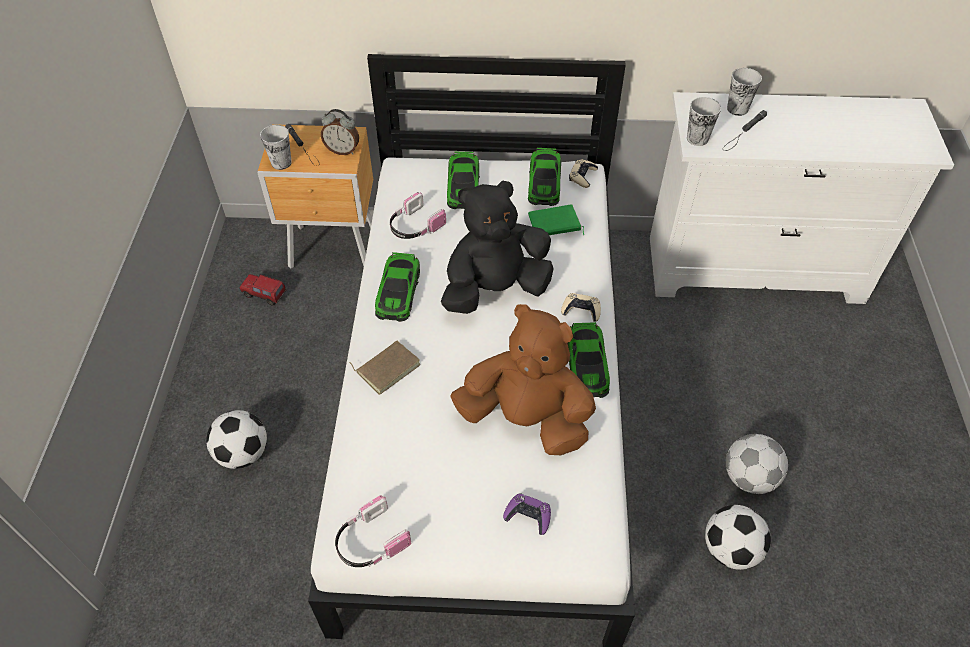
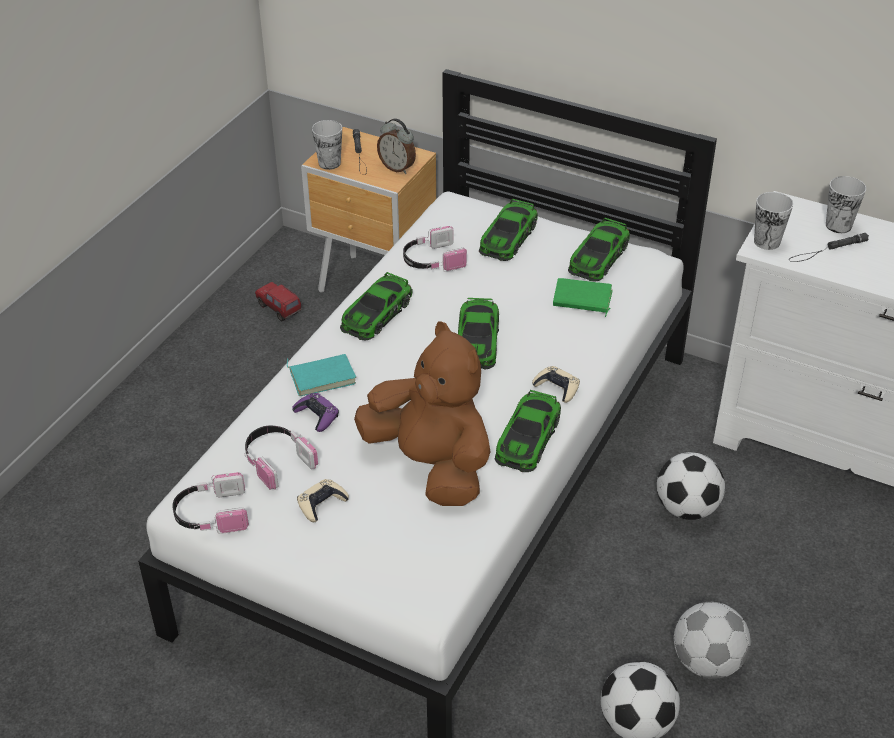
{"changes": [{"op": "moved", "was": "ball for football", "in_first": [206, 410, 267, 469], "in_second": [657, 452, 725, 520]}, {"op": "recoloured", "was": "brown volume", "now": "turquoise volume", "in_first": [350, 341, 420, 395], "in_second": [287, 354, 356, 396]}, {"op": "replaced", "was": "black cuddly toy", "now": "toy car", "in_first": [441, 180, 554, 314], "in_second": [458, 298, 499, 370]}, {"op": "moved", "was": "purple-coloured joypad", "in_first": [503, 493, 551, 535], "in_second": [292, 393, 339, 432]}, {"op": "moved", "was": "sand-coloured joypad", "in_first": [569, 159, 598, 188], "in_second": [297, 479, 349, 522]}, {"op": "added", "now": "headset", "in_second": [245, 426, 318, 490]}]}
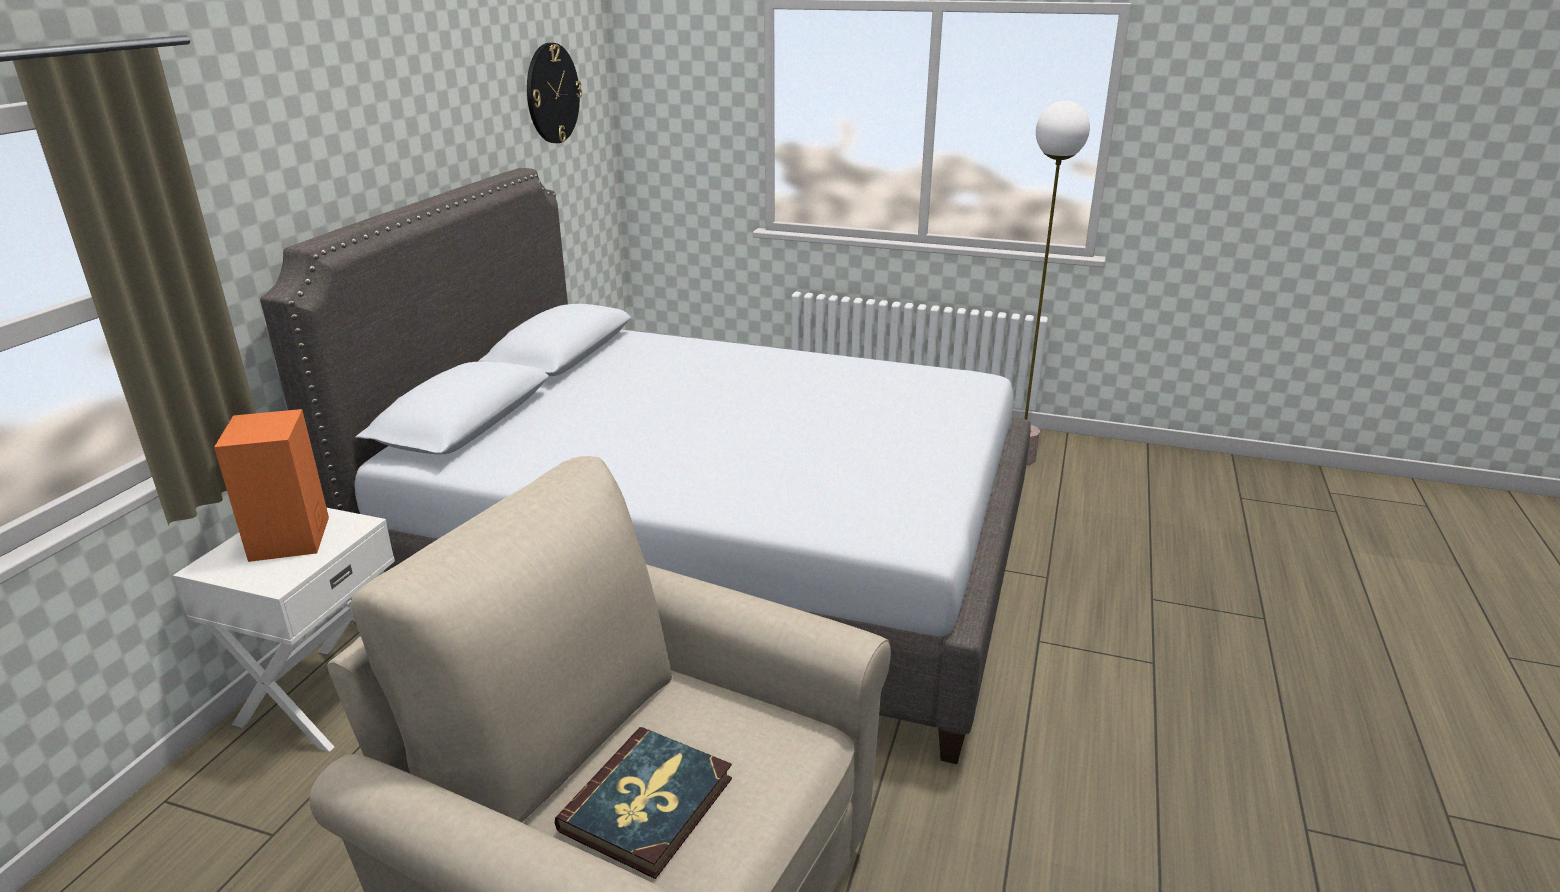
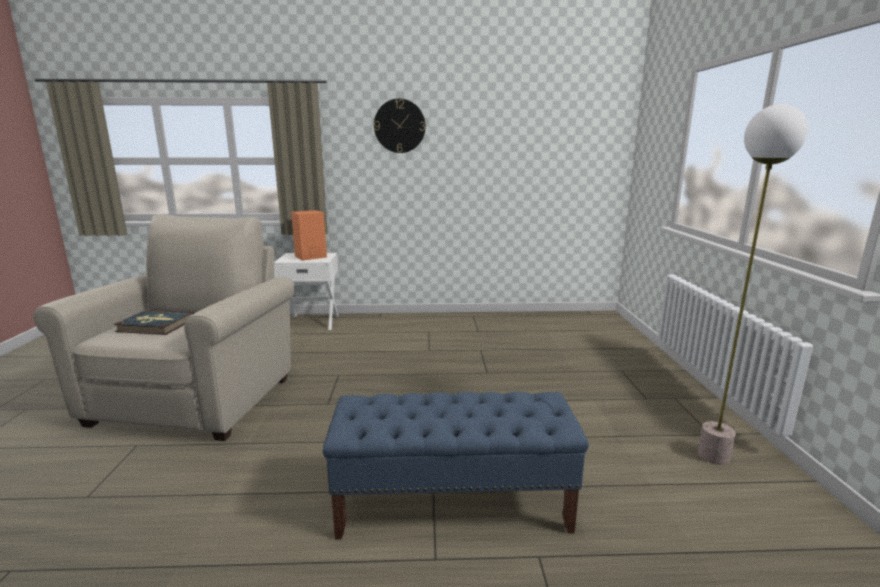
{"changes": [{"op": "removed", "was": "greyish bed", "in_first": [260, 168, 1031, 764]}, {"op": "moved", "was": "clock on the wall", "in_first": [527, 43, 582, 143], "in_second": [374, 99, 425, 153]}, {"op": "added", "now": "bluish long seat", "in_second": [323, 392, 589, 540]}]}
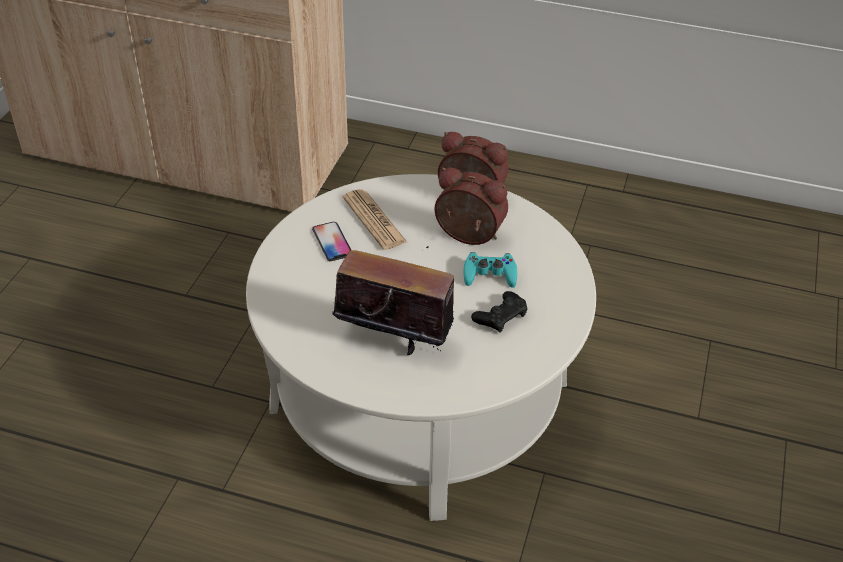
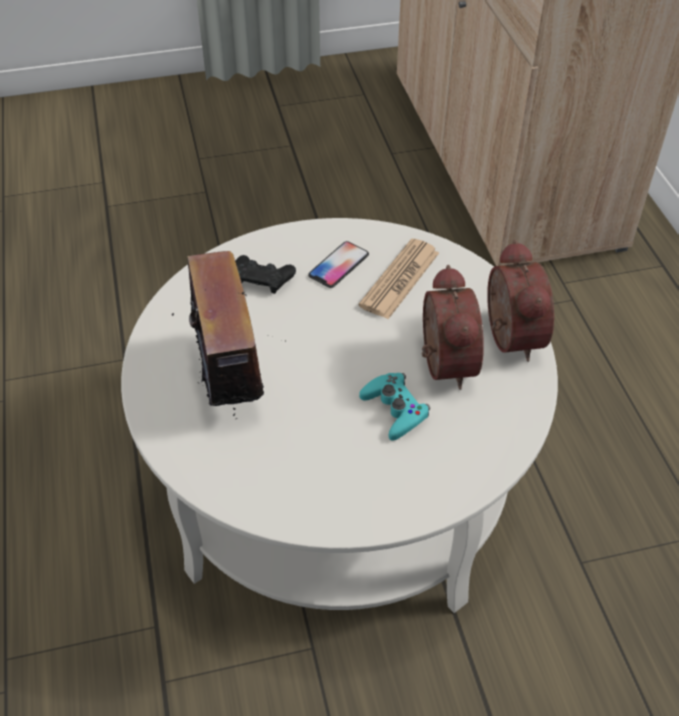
{"changes": [{"op": "moved", "was": "black joypad", "in_first": [471, 291, 528, 333], "in_second": [236, 255, 296, 294]}]}
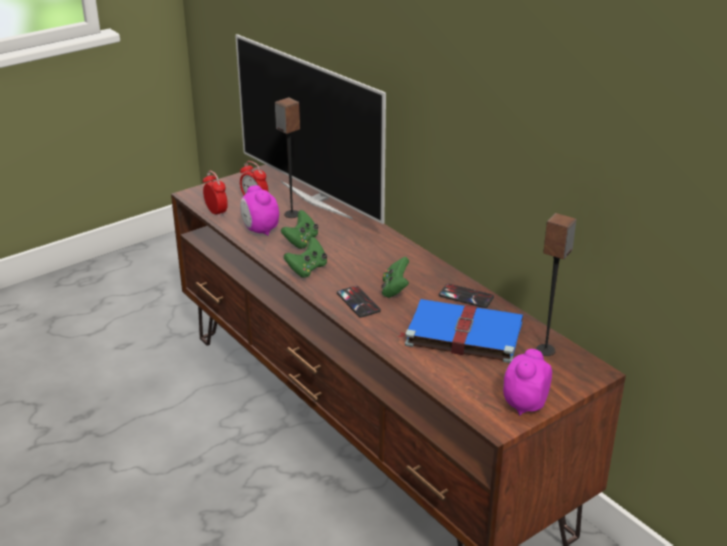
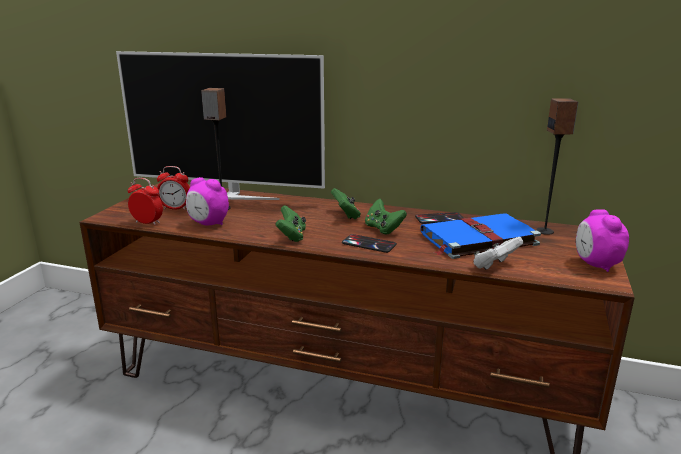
{"changes": [{"op": "moved", "was": "green-coloured joypad", "in_first": [281, 210, 319, 249], "in_second": [331, 188, 361, 219]}, {"op": "added", "now": "white joypad", "in_second": [473, 237, 523, 270]}]}
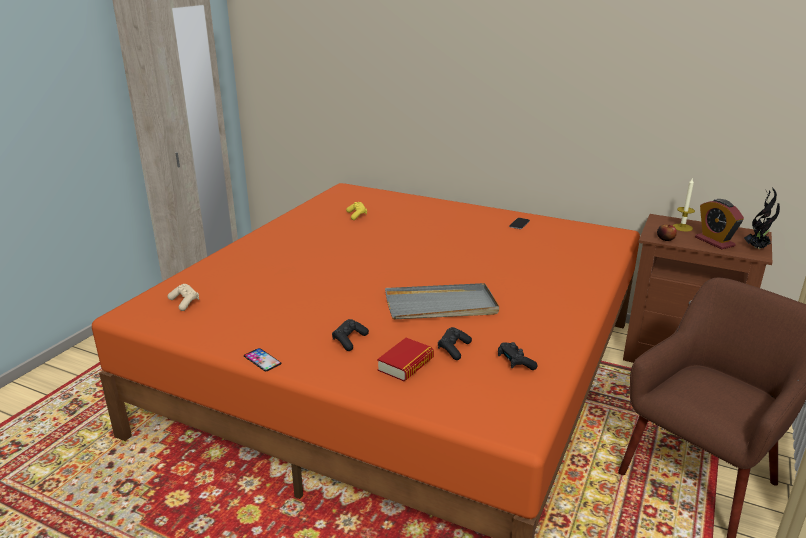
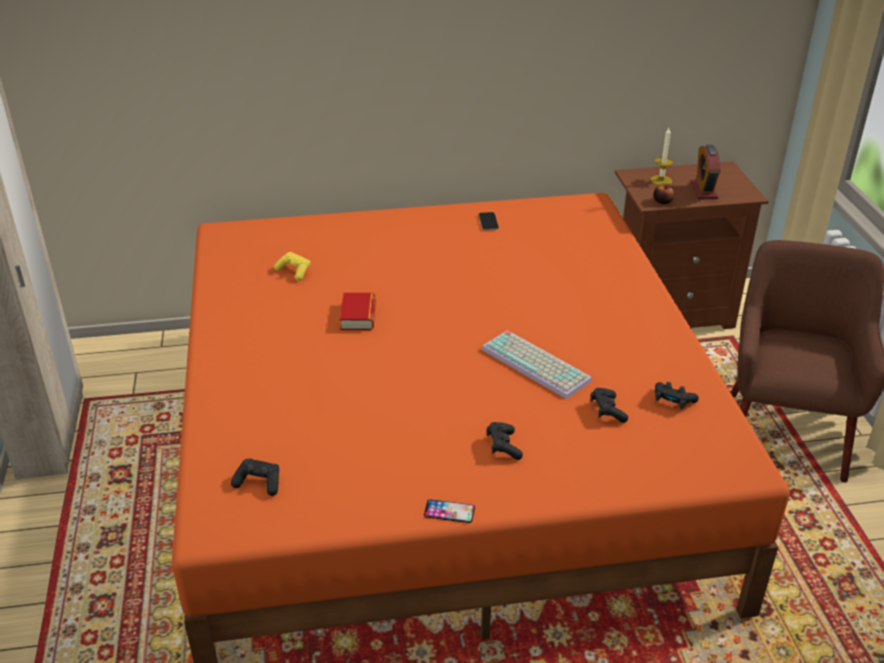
{"changes": [{"op": "recoloured", "was": "sand-coloured joypad", "now": "black joypad", "in_first": [168, 284, 199, 311], "in_second": [231, 459, 279, 496]}, {"op": "moved", "was": "volume", "in_first": [377, 338, 434, 381], "in_second": [340, 293, 376, 330]}, {"op": "replaced", "was": "greyish carrying tray", "now": "computer keyboard", "in_first": [385, 283, 499, 319], "in_second": [482, 330, 592, 399]}, {"op": "turned", "was": "table clock", "in_first": [695, 199, 744, 249], "in_second": [691, 145, 721, 199], "clockwise": 60}, {"op": "removed", "was": "houseplant", "in_first": [744, 187, 780, 249]}]}
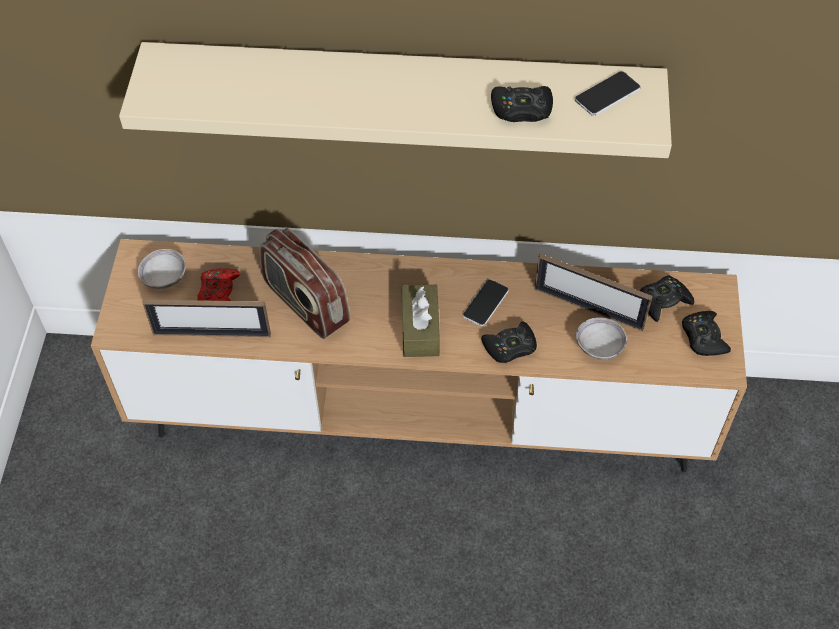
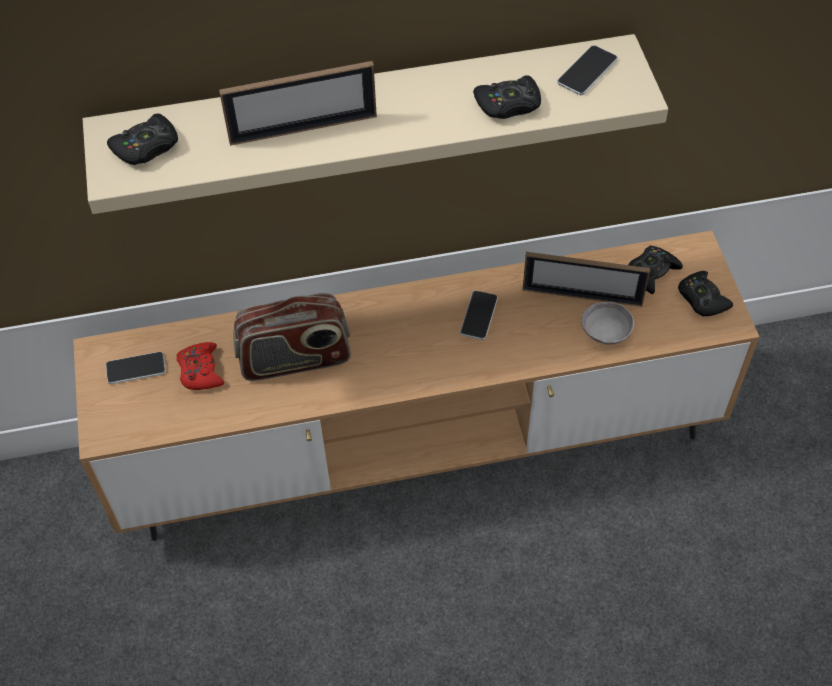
{"changes": [{"op": "replaced", "was": "greyish serving bowl", "now": "handset", "in_first": [138, 249, 186, 289], "in_second": [106, 352, 166, 384]}, {"op": "moved", "was": "photo frame", "in_first": [143, 299, 271, 337], "in_second": [219, 61, 377, 146]}, {"op": "turned", "was": "radio set", "in_first": [259, 228, 350, 339], "in_second": [233, 293, 351, 381], "clockwise": -45}, {"op": "removed", "was": "brown tissue box", "in_first": [401, 285, 440, 357]}, {"op": "moved", "was": "black joypad", "in_first": [481, 321, 537, 363], "in_second": [107, 113, 178, 165]}]}
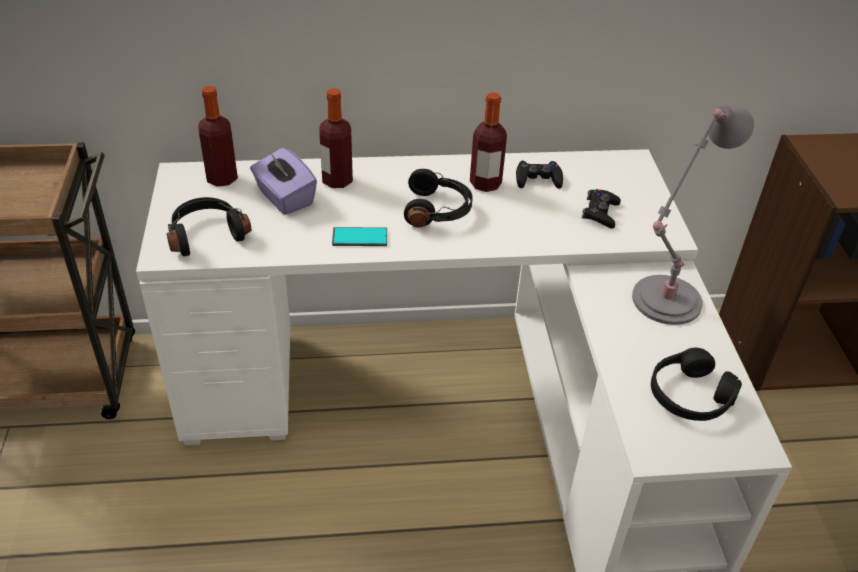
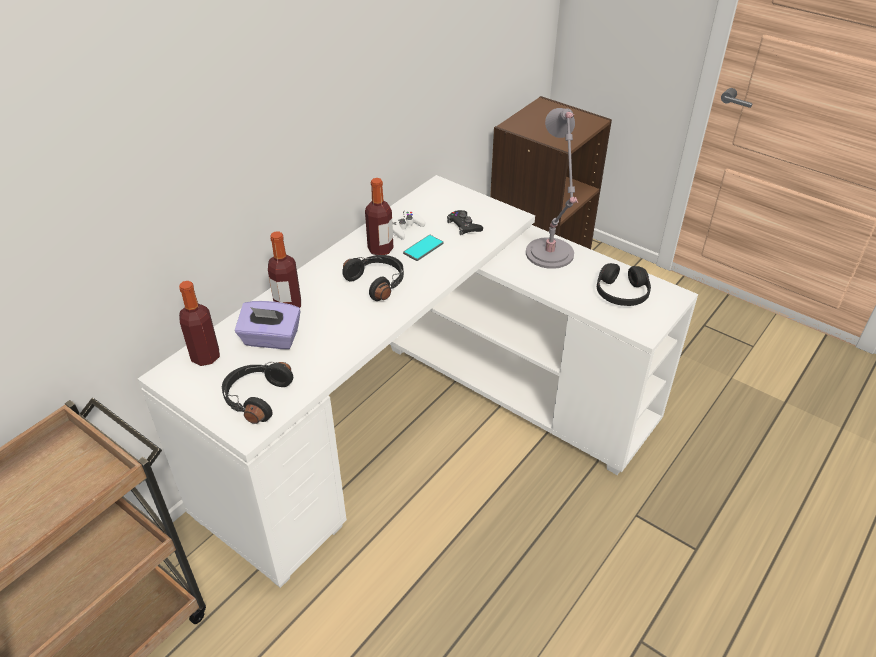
{"changes": [{"op": "moved", "was": "handset", "in_first": [332, 227, 387, 246], "in_second": [403, 235, 444, 261]}, {"op": "recoloured", "was": "black joypad", "now": "white joypad", "in_first": [516, 161, 563, 189], "in_second": [392, 211, 425, 240]}]}
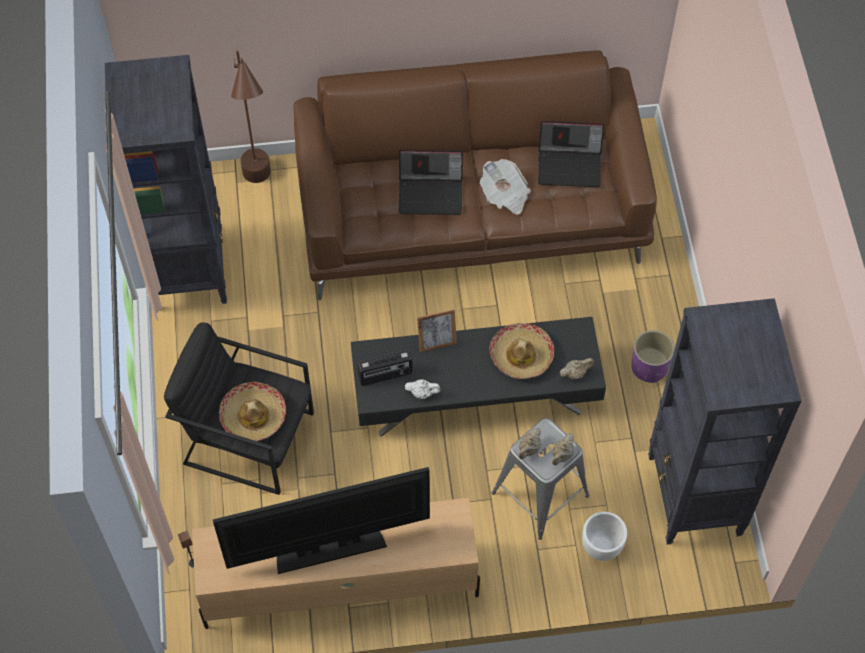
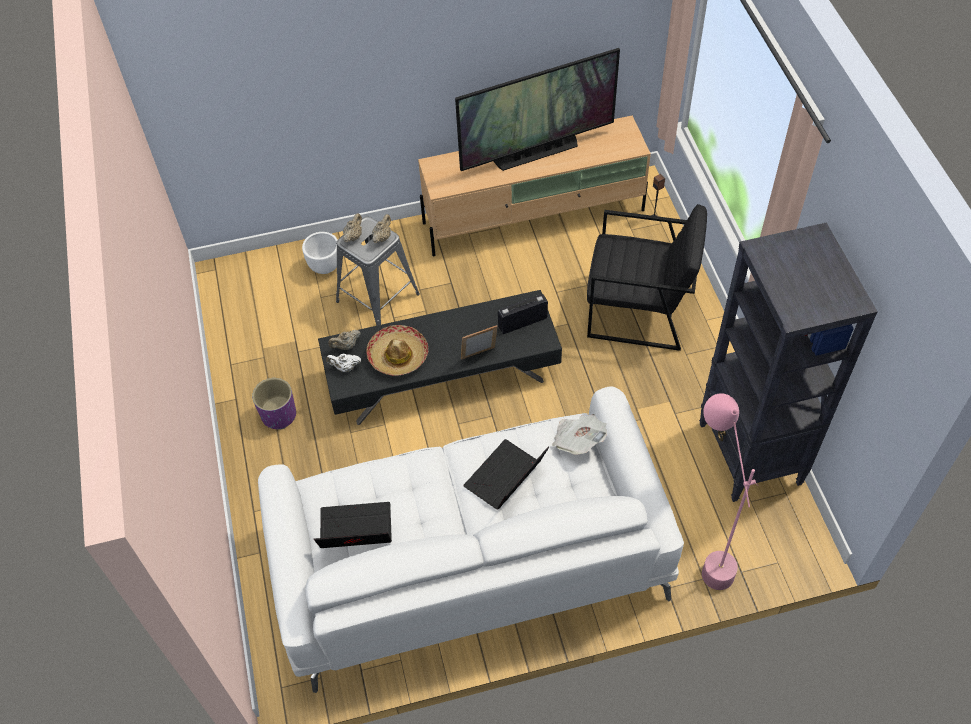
{"changes": [{"op": "removed", "was": "clothing hat", "in_first": [219, 382, 286, 441]}, {"op": "recoloured", "was": "brown standard lamp", "now": "pink-coloured standard lamp", "in_first": [231, 51, 271, 183], "in_second": [702, 393, 758, 590]}, {"op": "recoloured", "was": "brown settee", "now": "white settee", "in_first": [294, 50, 657, 301], "in_second": [258, 386, 684, 693]}, {"op": "turned", "was": "laptop", "in_first": [399, 150, 463, 215], "in_second": [463, 439, 549, 510], "clockwise": -45}, {"op": "moved", "was": "white pot for tea", "in_first": [405, 379, 441, 399], "in_second": [326, 354, 361, 372]}, {"op": "moved", "was": "printed paper", "in_first": [480, 159, 531, 215], "in_second": [552, 414, 607, 454]}, {"op": "removed", "was": "black shelving unit", "in_first": [648, 298, 801, 545]}]}
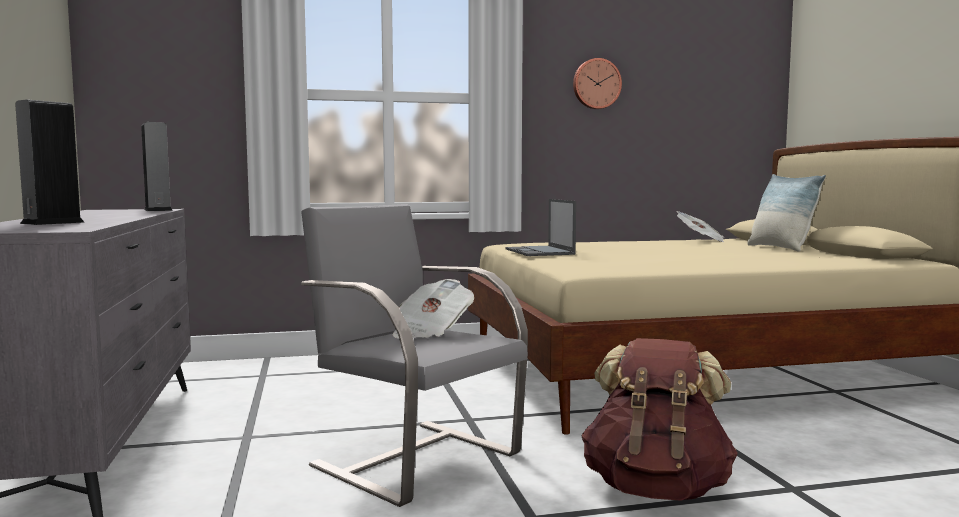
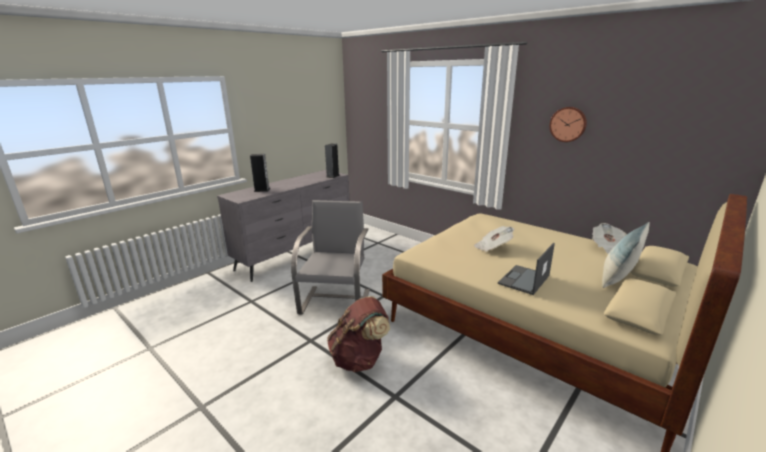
{"changes": [{"op": "moved", "was": "printed paper", "in_first": [393, 279, 474, 339], "in_second": [474, 226, 515, 252]}, {"op": "moved", "was": "laptop", "in_first": [505, 199, 576, 256], "in_second": [498, 243, 555, 295]}]}
